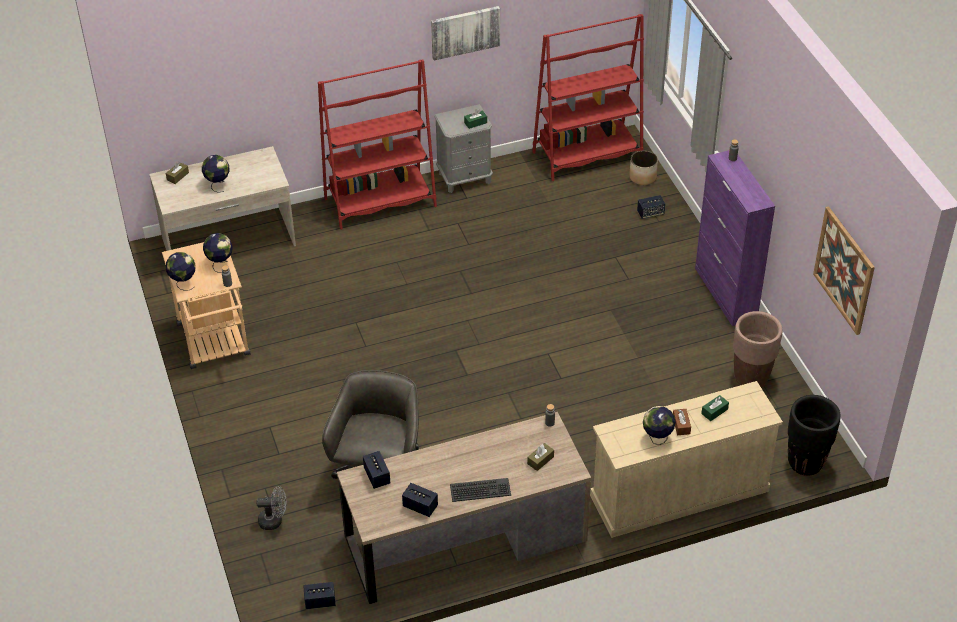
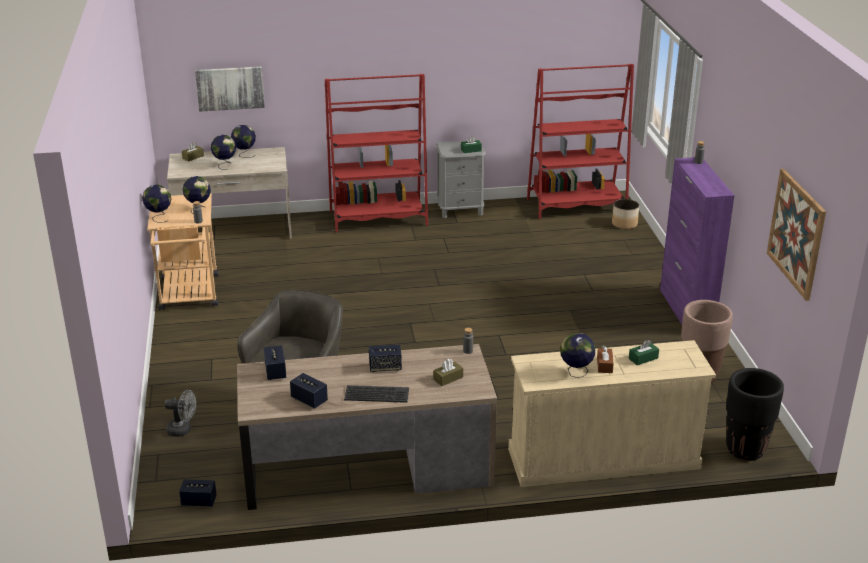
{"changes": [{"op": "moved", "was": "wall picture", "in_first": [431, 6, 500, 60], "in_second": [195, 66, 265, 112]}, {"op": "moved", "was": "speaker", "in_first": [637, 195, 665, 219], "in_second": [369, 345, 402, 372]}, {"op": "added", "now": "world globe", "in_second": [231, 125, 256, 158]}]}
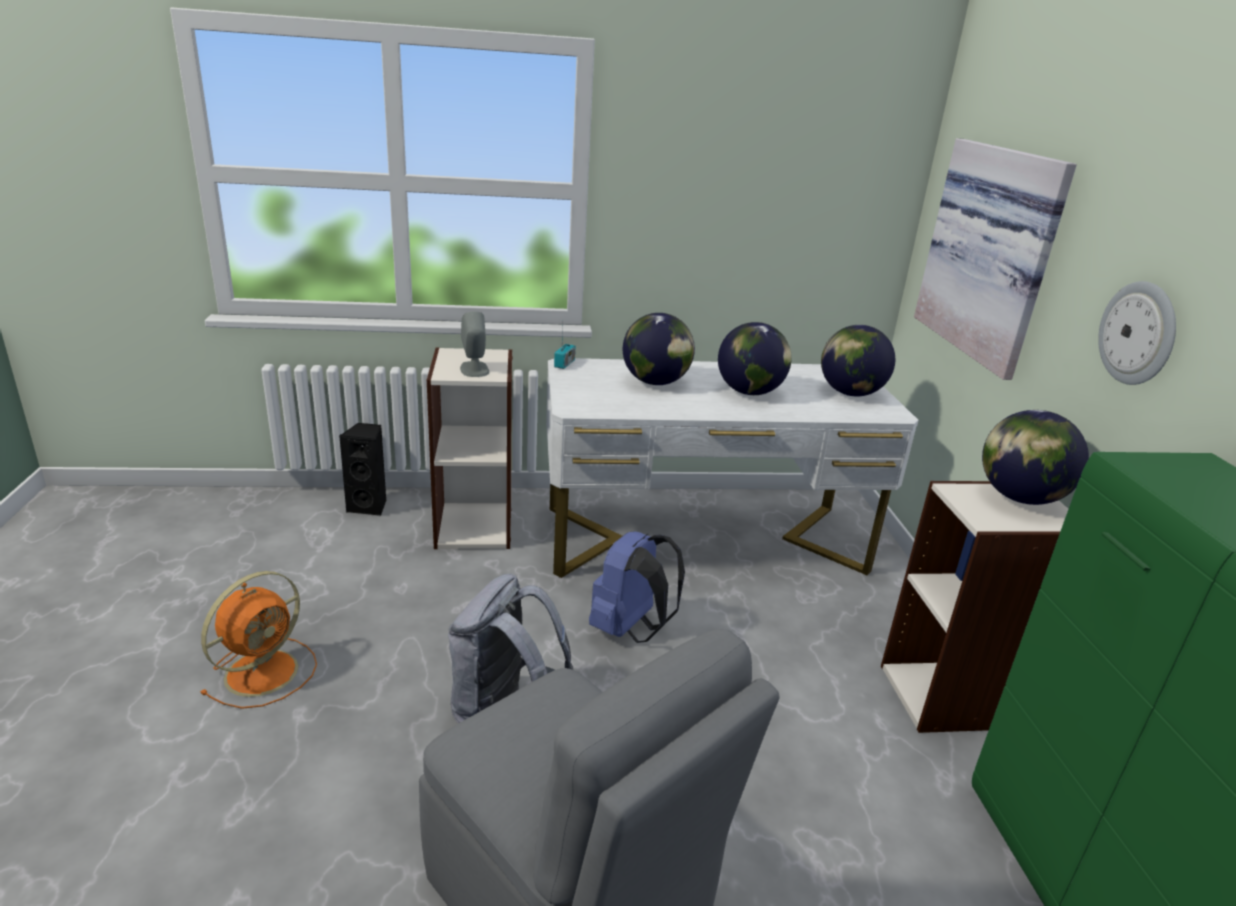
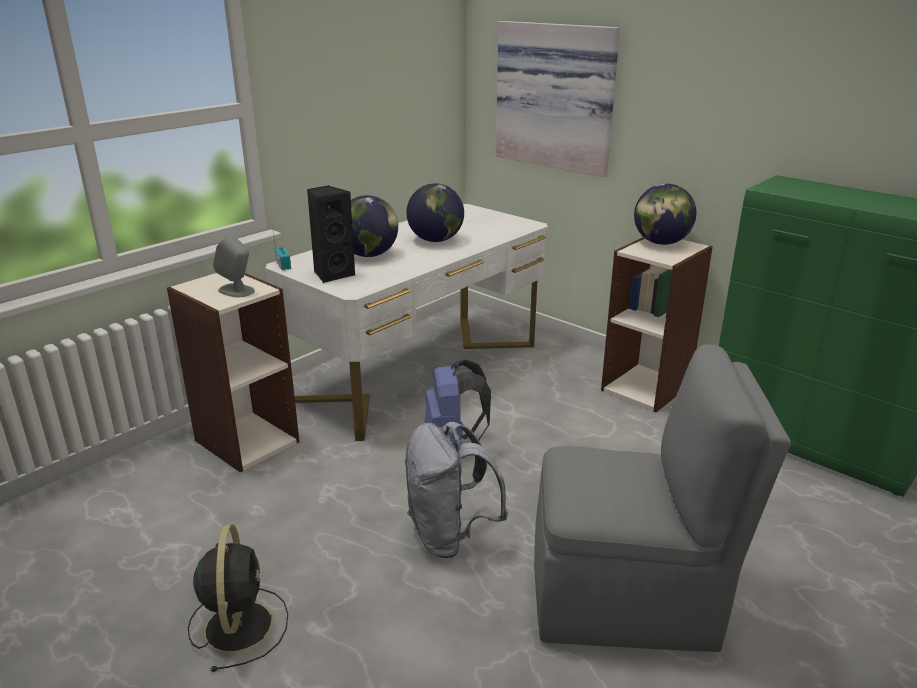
{"changes": [{"op": "recoloured", "was": "orangey cooling fan", "now": "black cooling fan", "in_first": [200, 571, 317, 709], "in_second": [188, 524, 288, 672]}, {"op": "moved", "was": "black speaker", "in_first": [339, 423, 387, 516], "in_second": [307, 185, 356, 283]}, {"op": "removed", "was": "world globe", "in_first": [821, 325, 895, 396]}, {"op": "removed", "was": "clock on the wall", "in_first": [1098, 281, 1176, 385]}]}
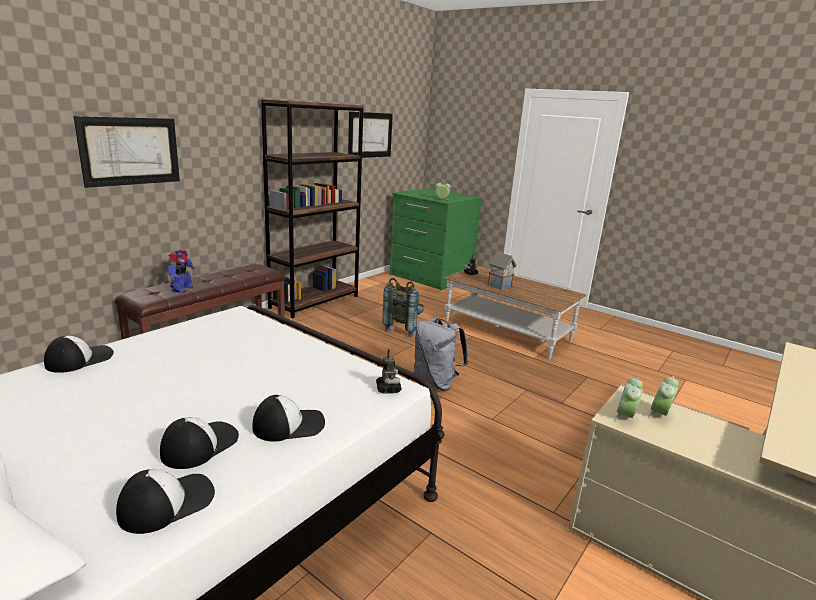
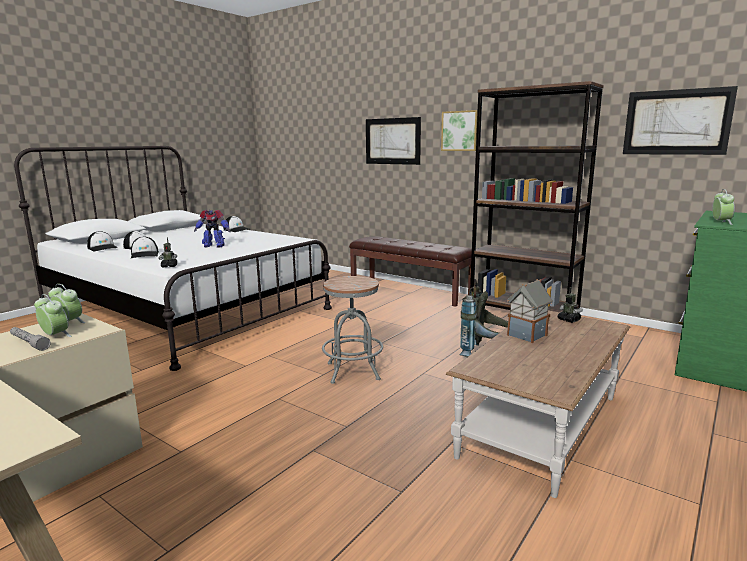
{"changes": [{"op": "moved", "was": "toy robot", "in_first": [168, 250, 195, 293], "in_second": [194, 210, 230, 248]}, {"op": "replaced", "was": "greyish backpack", "now": "greyish sitting stool", "in_first": [414, 318, 468, 391], "in_second": [322, 276, 383, 384]}, {"op": "added", "now": "greyish flashlight", "in_second": [10, 327, 51, 351]}, {"op": "added", "now": "wall picture", "in_second": [441, 110, 478, 151]}]}
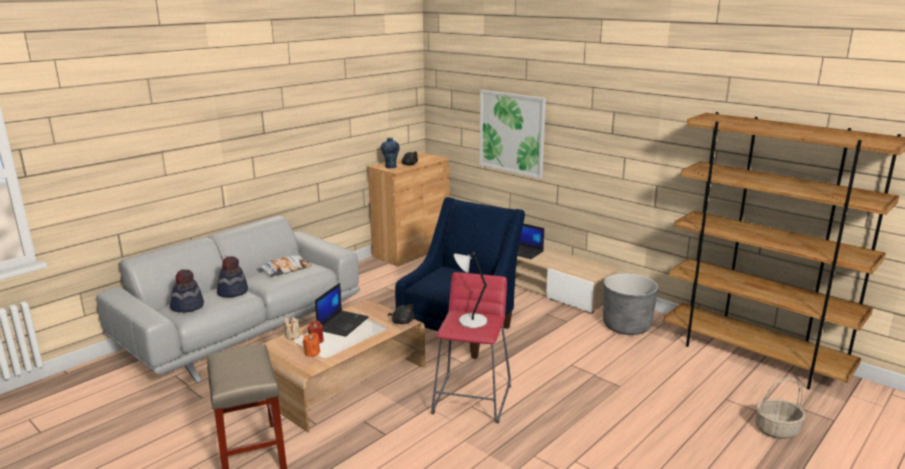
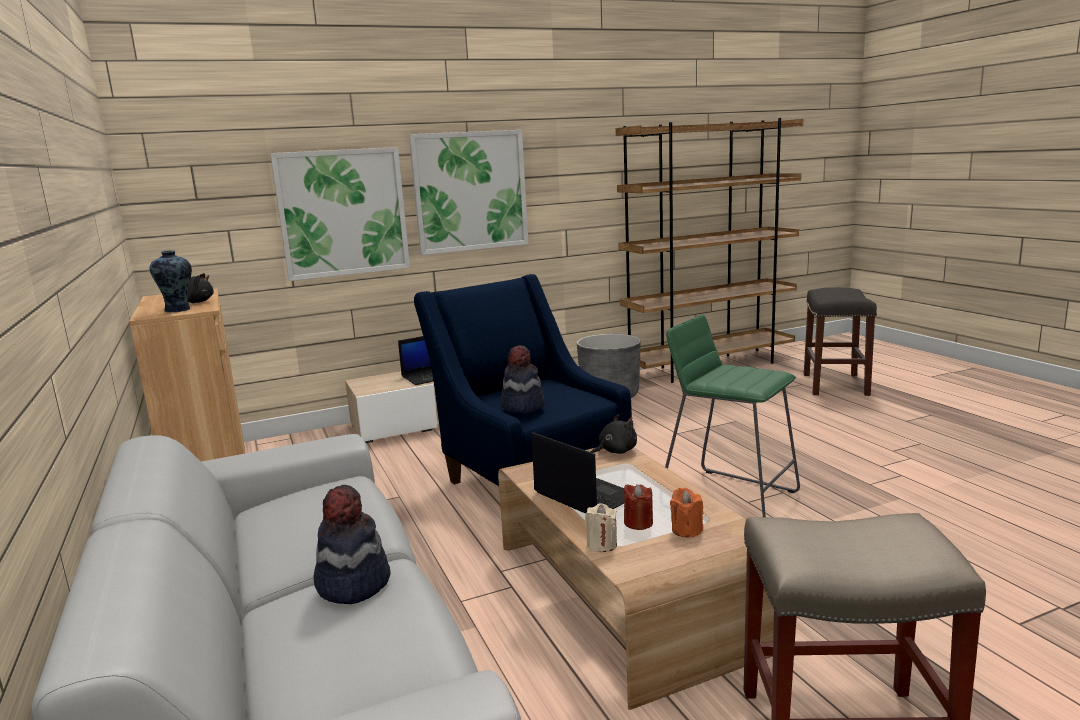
{"changes": [{"op": "moved", "was": "clothing hat", "in_first": [170, 269, 204, 313], "in_second": [500, 345, 545, 413]}, {"op": "removed", "was": "throw pillow", "in_first": [259, 255, 312, 277]}, {"op": "recoloured", "was": "red sitting stool", "now": "green-coloured sitting stool", "in_first": [431, 272, 511, 423], "in_second": [665, 314, 800, 517]}, {"op": "removed", "was": "greyish tabletop lamp", "in_first": [454, 252, 487, 328]}, {"op": "replaced", "was": "household basket", "now": "greyish sitting stool", "in_first": [755, 377, 806, 439], "in_second": [804, 287, 877, 396]}, {"op": "added", "now": "wall picture", "in_second": [409, 130, 529, 255]}]}
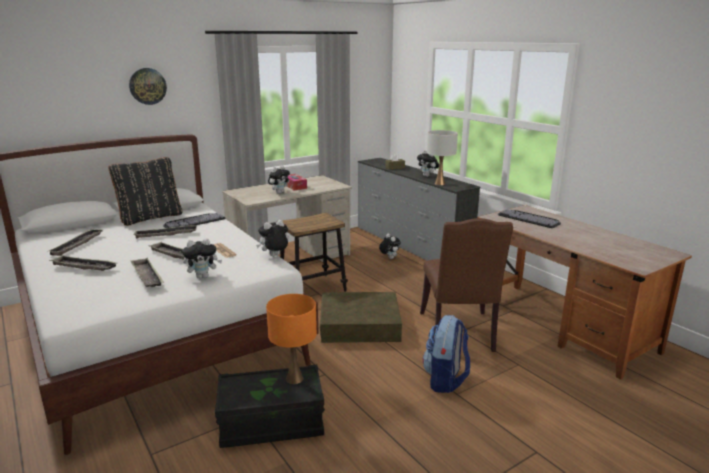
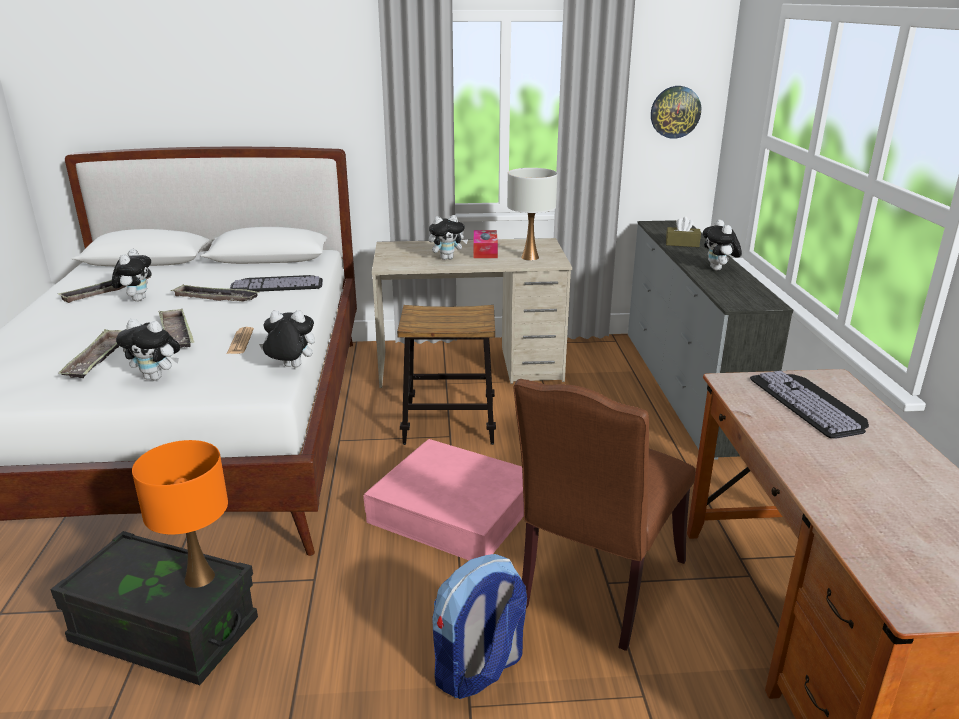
{"changes": [{"op": "removed", "was": "carrying tray", "in_first": [49, 255, 117, 271]}, {"op": "removed", "was": "black throw pillow", "in_first": [108, 157, 183, 226]}, {"op": "moved", "was": "clock on the wall", "in_first": [129, 68, 167, 105], "in_second": [651, 86, 701, 139]}, {"op": "recoloured", "was": "brown storage box", "now": "pink-coloured storage box", "in_first": [320, 292, 402, 343], "in_second": [363, 439, 524, 560]}, {"op": "moved", "was": "cuddly toy", "in_first": [379, 234, 401, 259], "in_second": [112, 249, 152, 301]}, {"op": "moved", "was": "white tabletop lamp", "in_first": [427, 130, 458, 185], "in_second": [507, 168, 557, 261]}]}
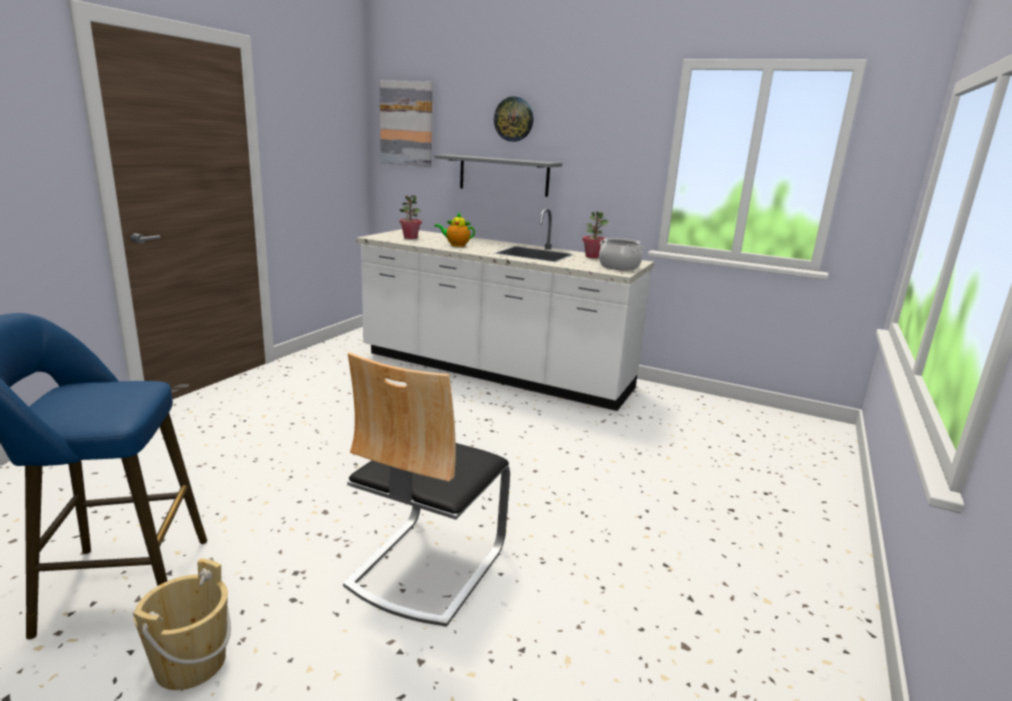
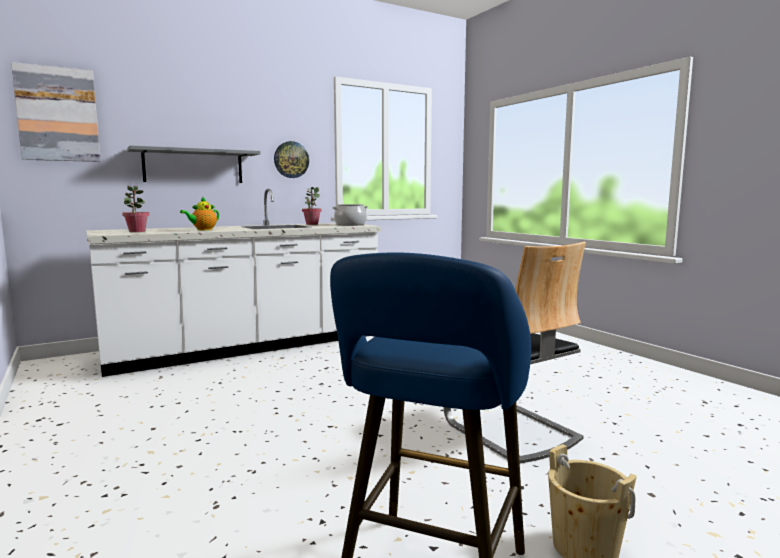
{"changes": [{"op": "moved", "was": "clock on the wall", "in_first": [494, 97, 533, 142], "in_second": [274, 141, 309, 178]}]}
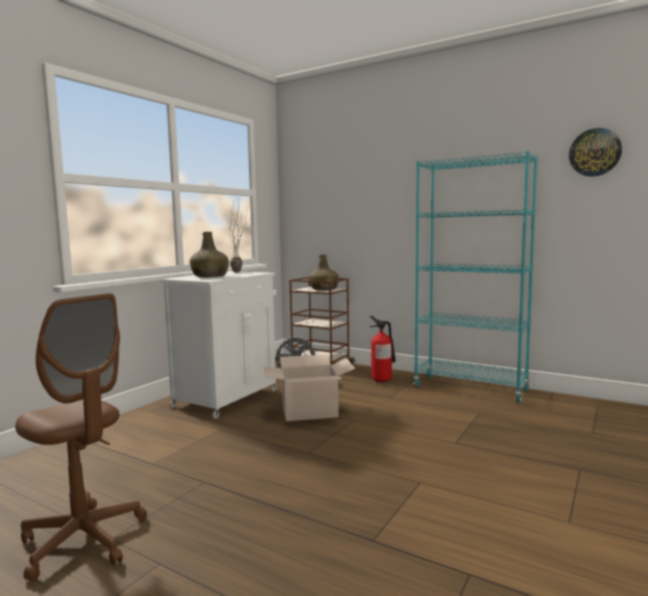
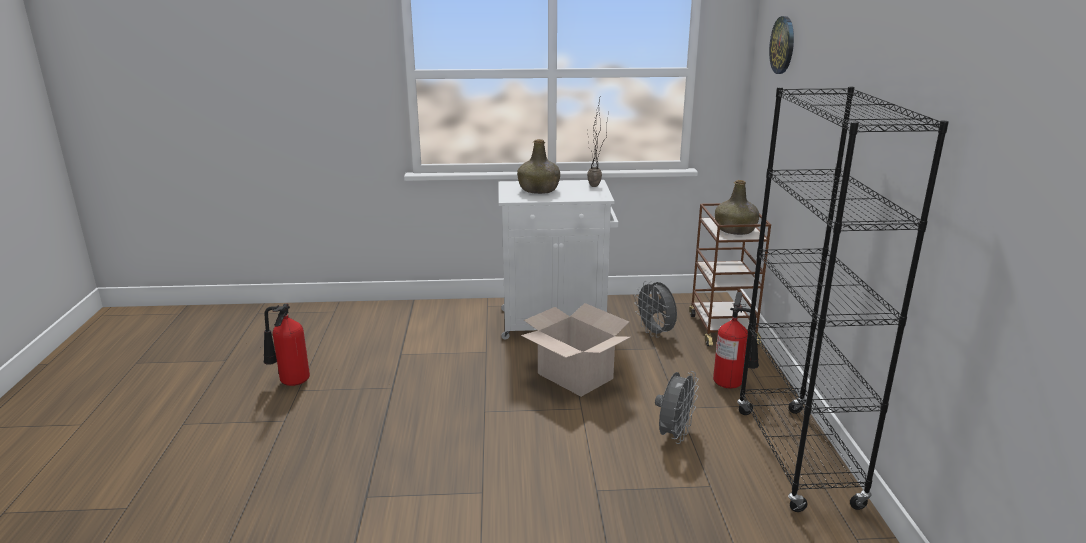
{"changes": [{"op": "replaced", "was": "brown desk chair", "now": "fire-fighting cylinder", "in_first": [15, 293, 147, 581], "in_second": [263, 303, 310, 386]}, {"op": "recoloured", "was": "turquoise shelving unit", "now": "black shelving unit", "in_first": [414, 151, 538, 403], "in_second": [737, 86, 949, 512]}, {"op": "moved", "was": "clock on the wall", "in_first": [569, 128, 622, 177], "in_second": [769, 16, 794, 74]}, {"op": "added", "now": "greyish cooling fan", "in_second": [655, 371, 699, 444]}]}
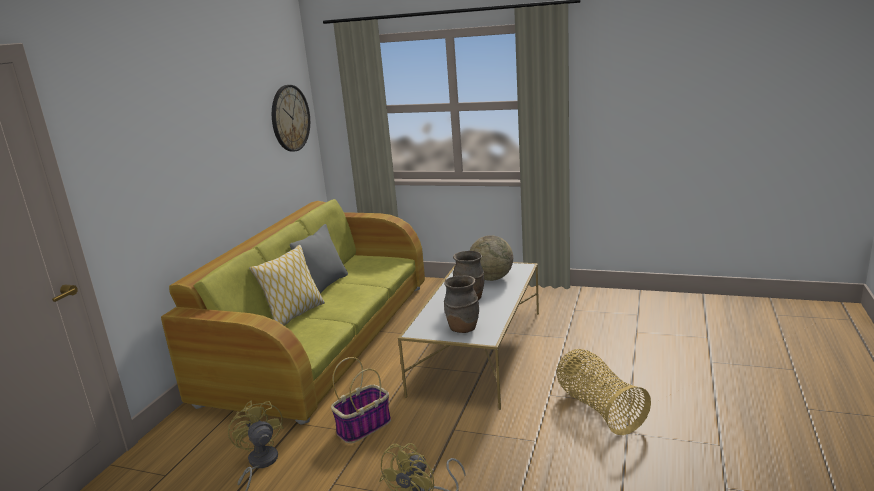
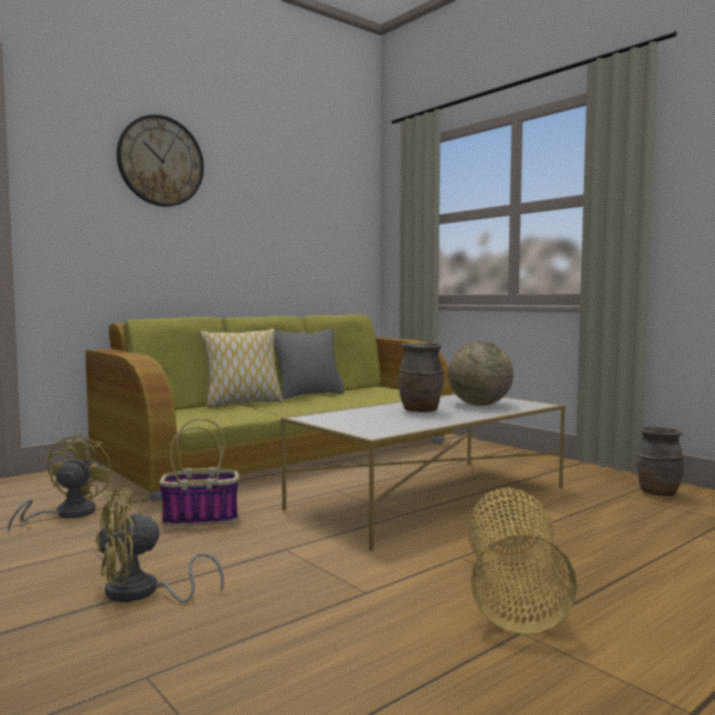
{"changes": [{"op": "moved", "was": "clock on the wall", "in_first": [272, 85, 310, 151], "in_second": [117, 115, 204, 207]}, {"op": "moved", "was": "brown vase", "in_first": [444, 275, 479, 333], "in_second": [636, 427, 684, 496]}]}
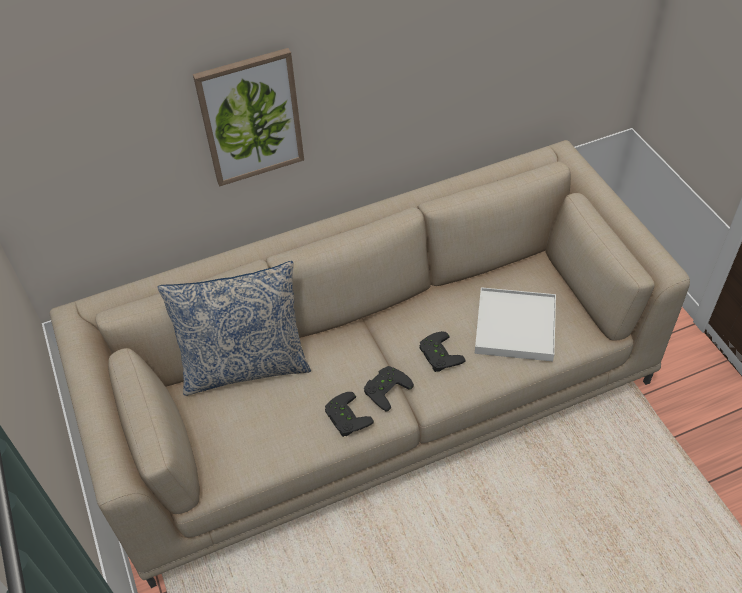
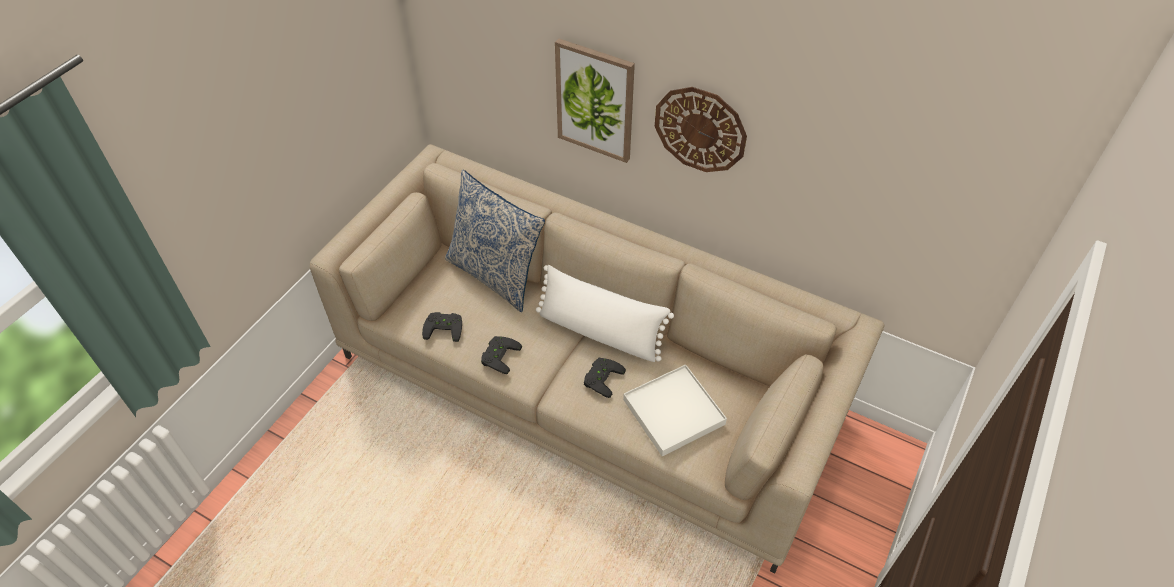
{"changes": [{"op": "moved", "was": "black joypad", "in_first": [364, 366, 414, 412], "in_second": [422, 312, 462, 342]}, {"op": "added", "now": "white throw pillow", "in_second": [536, 265, 674, 362]}, {"op": "added", "now": "clock on the wall", "in_second": [655, 87, 747, 172]}]}
